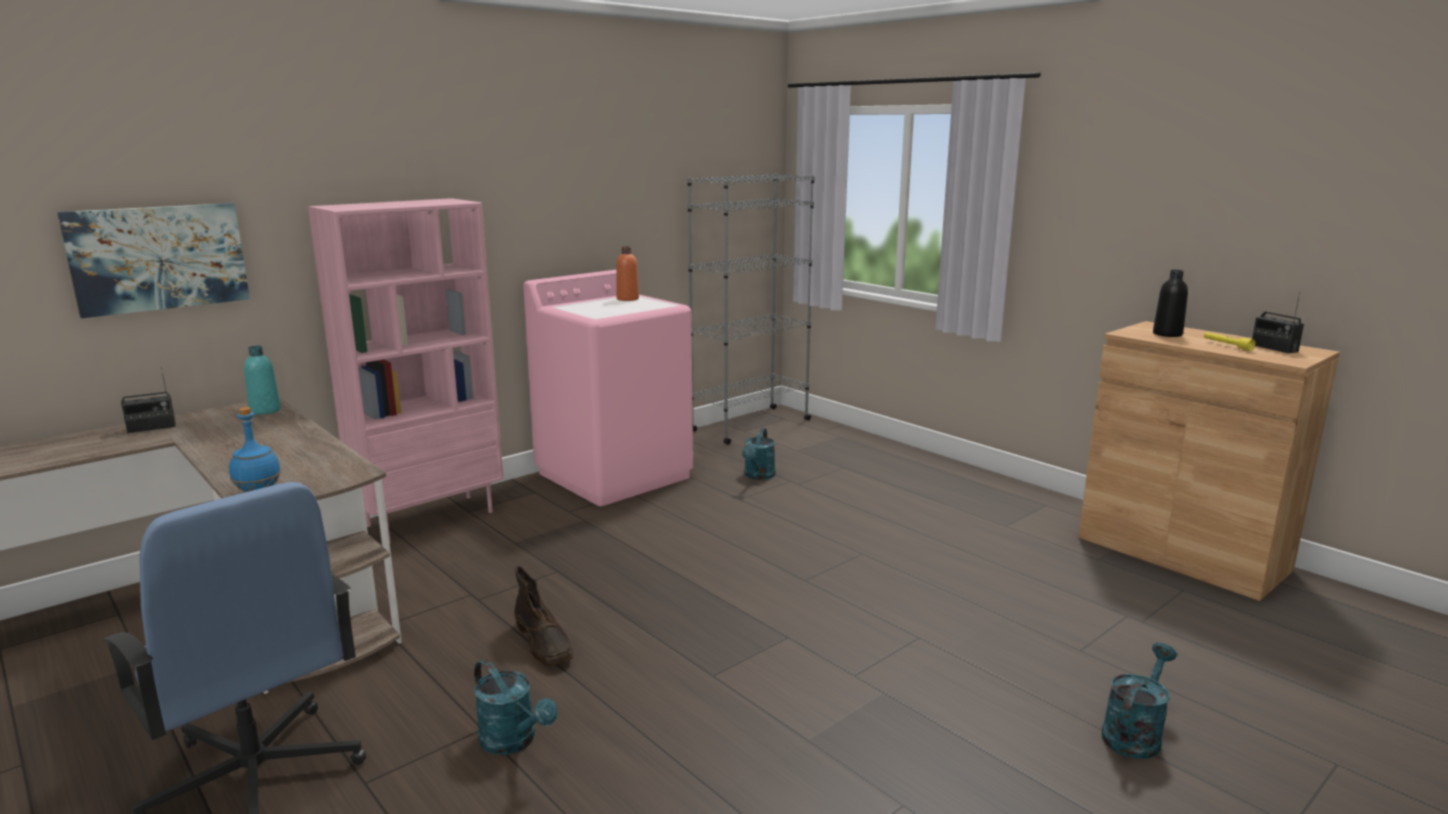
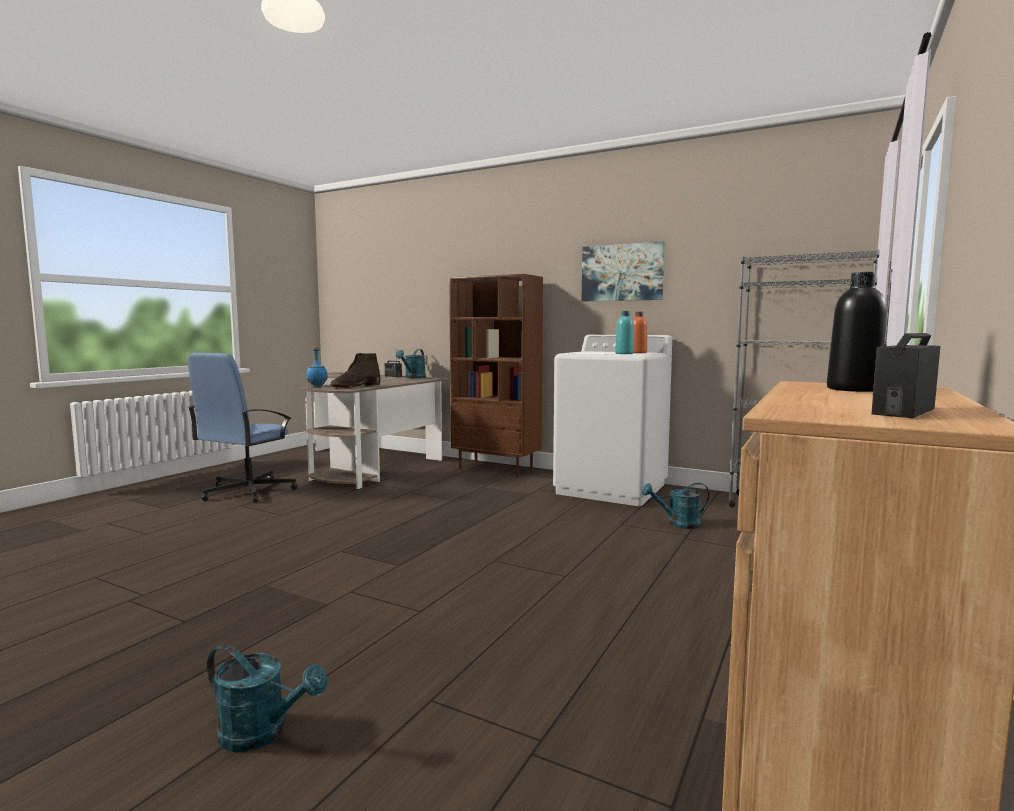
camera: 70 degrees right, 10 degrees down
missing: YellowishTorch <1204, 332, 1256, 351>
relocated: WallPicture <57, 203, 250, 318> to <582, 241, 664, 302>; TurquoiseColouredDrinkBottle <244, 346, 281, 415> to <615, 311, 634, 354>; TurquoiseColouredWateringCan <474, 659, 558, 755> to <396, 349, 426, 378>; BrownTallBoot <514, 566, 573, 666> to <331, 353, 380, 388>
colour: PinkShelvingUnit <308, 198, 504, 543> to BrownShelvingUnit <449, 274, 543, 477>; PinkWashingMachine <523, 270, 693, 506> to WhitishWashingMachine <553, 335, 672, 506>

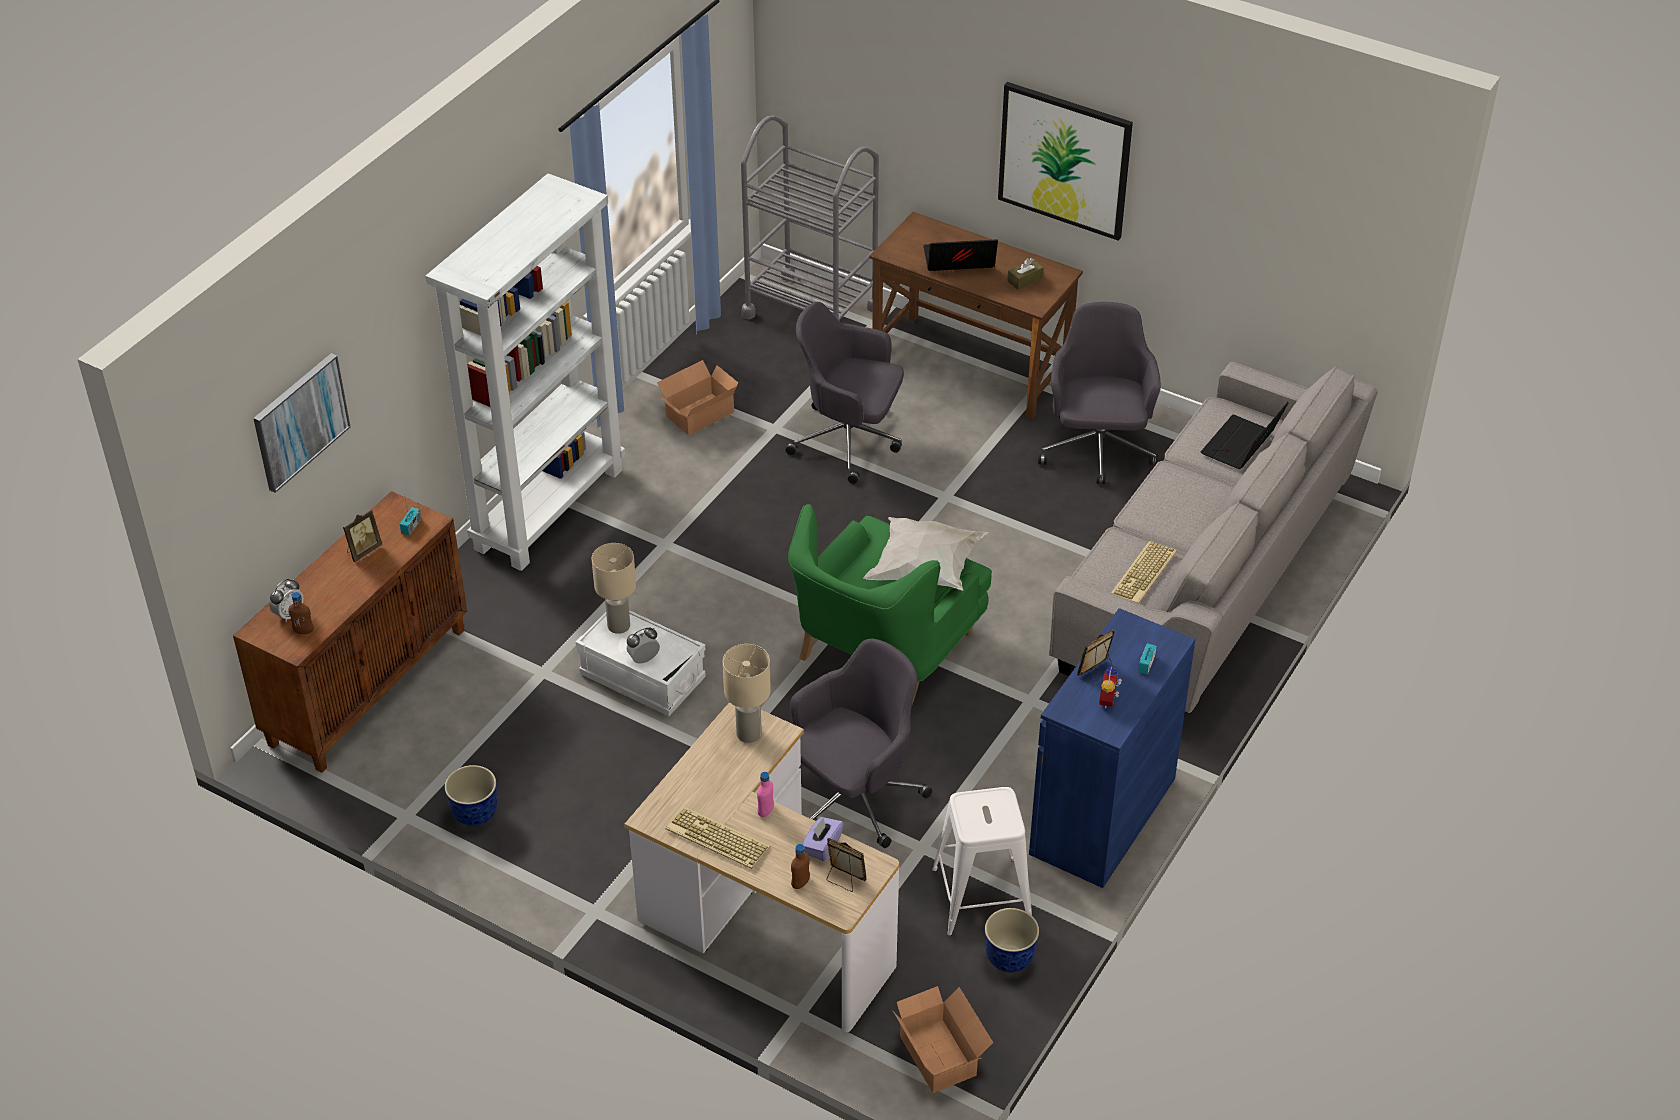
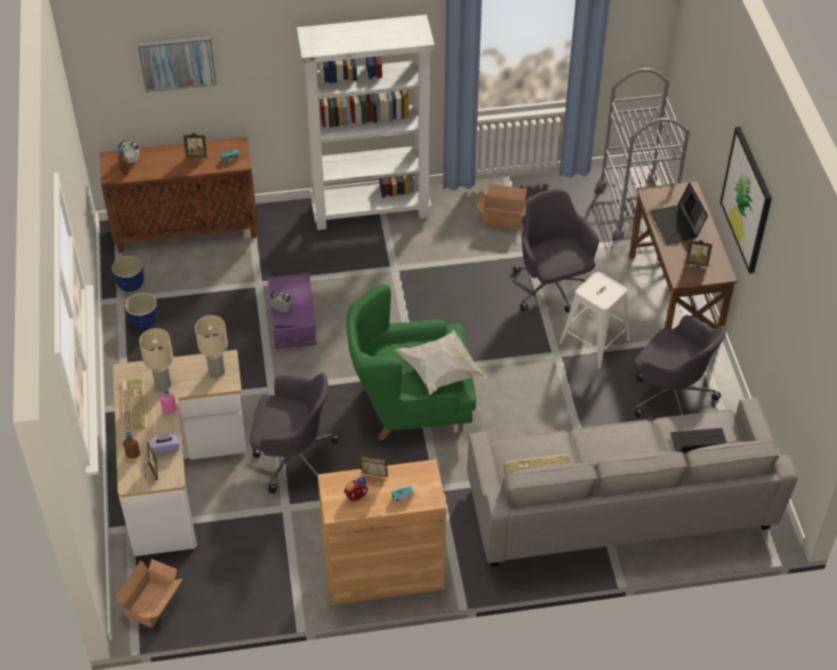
camera: 50 degrees right, 5 degrees up
relocated: BeigeTabletopLamp <592, 543, 636, 634> to <139, 328, 173, 391>; WhitishStoolSeat <932, 787, 1032, 936> to <559, 272, 630, 369>; Planter <985, 908, 1039, 972> to <112, 256, 144, 292>
exchanged: BrownTissueHolder <1007, 258, 1044, 290> to StandingFrame <685, 240, 712, 267>
colour: WhitishStorageBin <576, 610, 706, 716> to PurpleStorageBin <268, 273, 317, 349>; BlueCupboard <1029, 608, 1195, 888> to BrownCupboard <318, 459, 446, 605>
spun: NotebookComputer <923, 239, 998, 271> = <650, 183, 708, 244> 150 degrees counterclockwise; GreyishComputerChair <1038, 302, 1161, 484> = <634, 315, 726, 418> 75 degrees clockwise

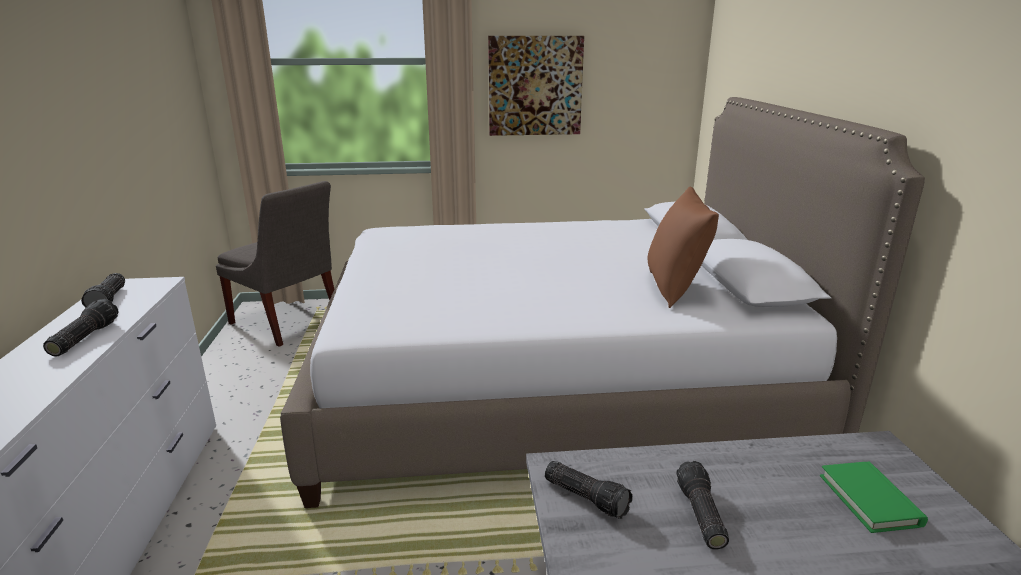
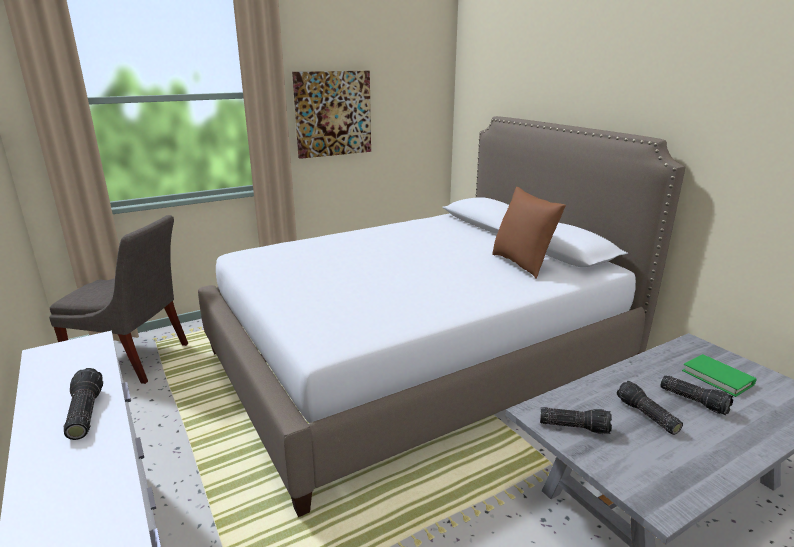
camera: 25 degrees left, 0 degrees up
relocated: Torch <81, 273, 125, 308> to <660, 375, 733, 415>

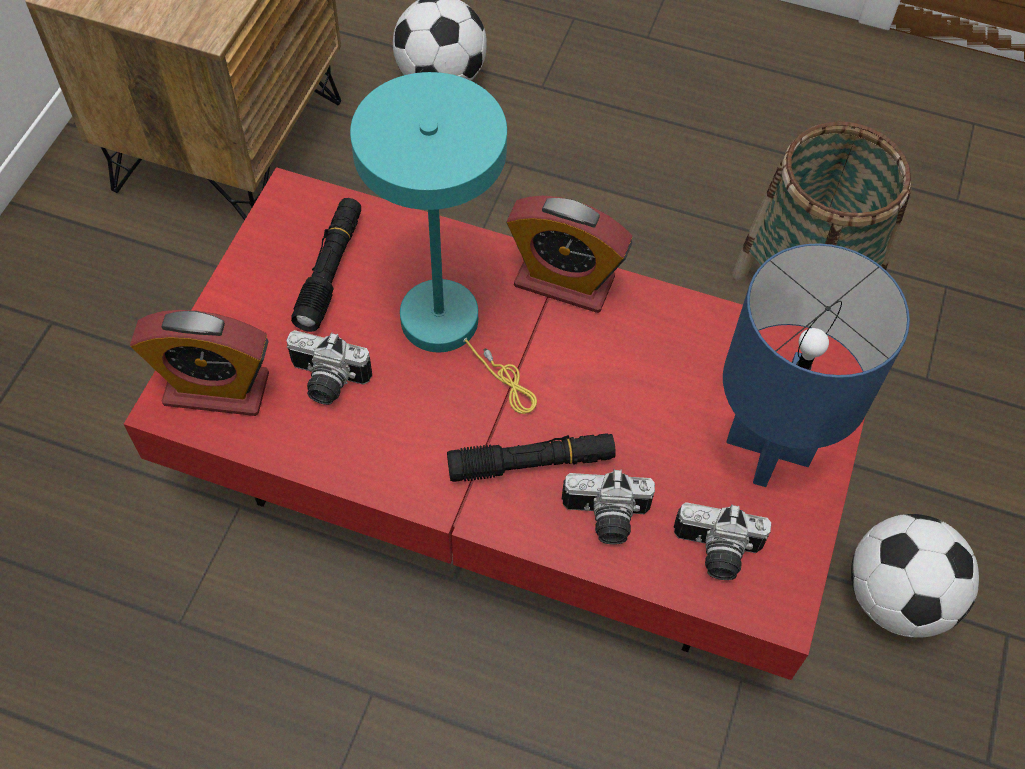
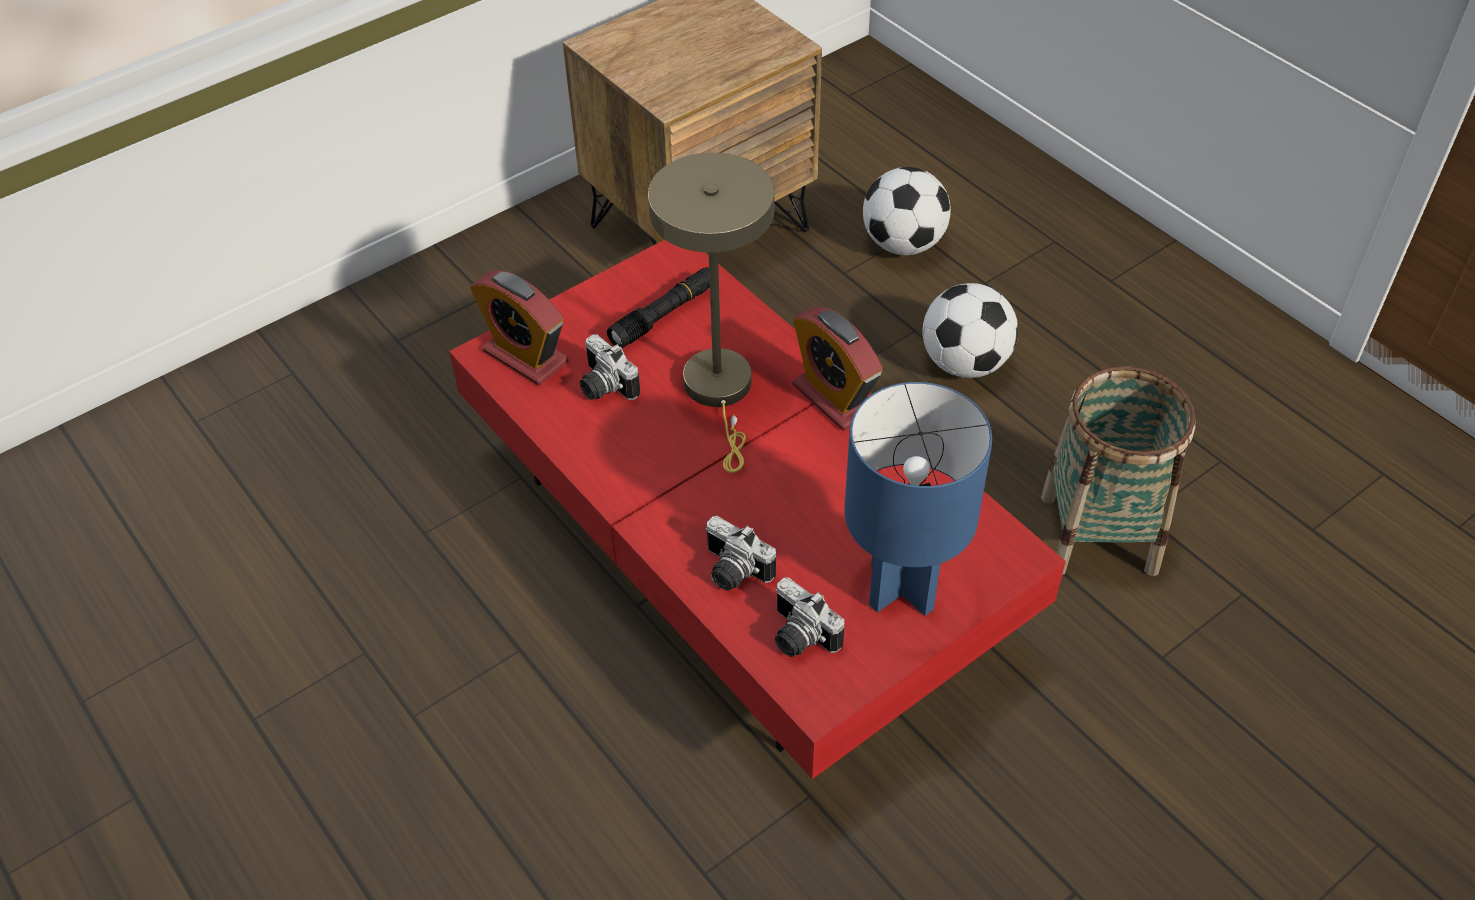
camera: 35 degrees right, 10 degrees down
missing: BlackishTorch <447, 433, 615, 482>
relocated: BallForFootball <851, 514, 979, 638> to <922, 283, 1018, 378>
colour: TurquoiseColouredTabletopLamp <350, 72, 537, 414> to BeigeTabletopLamp <648, 152, 775, 473>

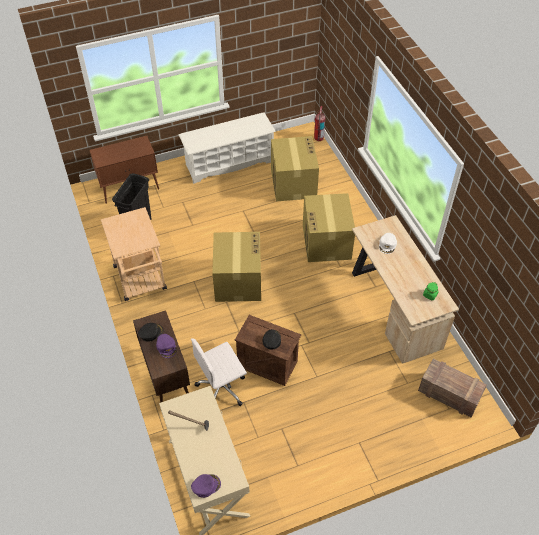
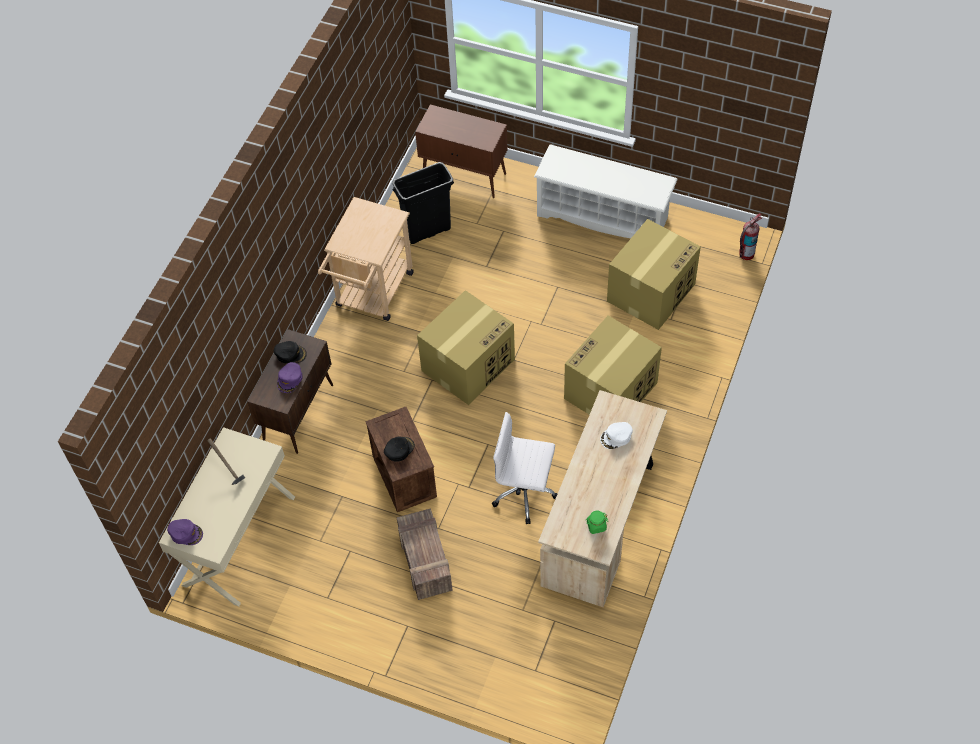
camera: 45 degrees right, 5 degrees up
relocated: WhitishComputerChair <191, 338, 247, 406> to <492, 412, 558, 524>; Crate <418, 358, 487, 417> to <397, 508, 453, 600>

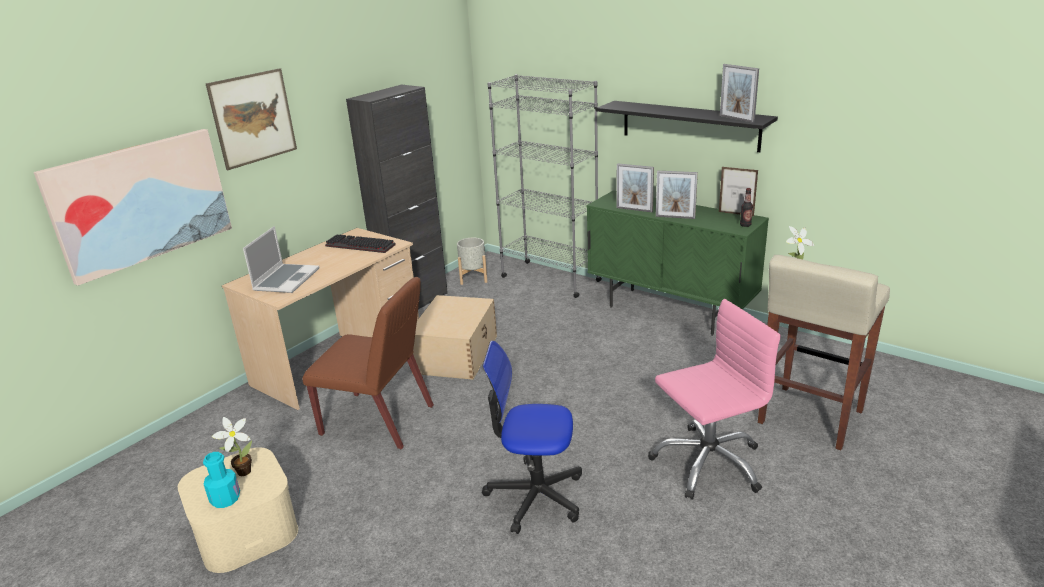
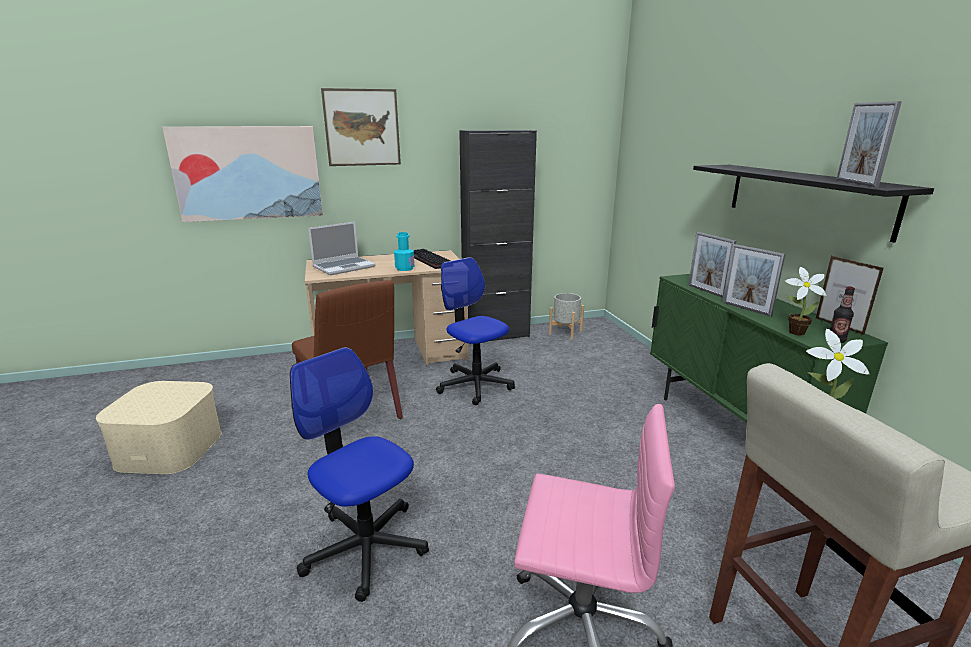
camera: 35 degrees right, 5 degrees down
missing: GreyishShelvingUnit <488, 74, 602, 298>
relocated: TurquoiseColouredDrinkBottle <203, 452, 240, 508> to <394, 232, 414, 271>; Houseplant <212, 417, 252, 476> to <785, 267, 827, 336>
exchanged: BeigeStorageBin <412, 295, 497, 380> to ComputerChair <436, 257, 515, 405>

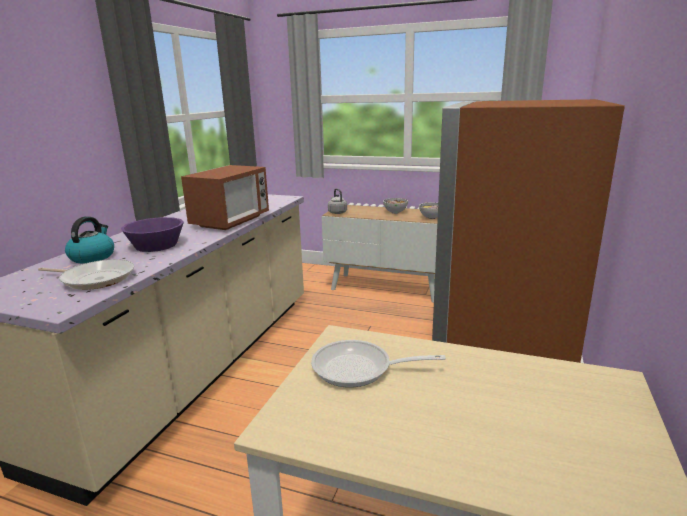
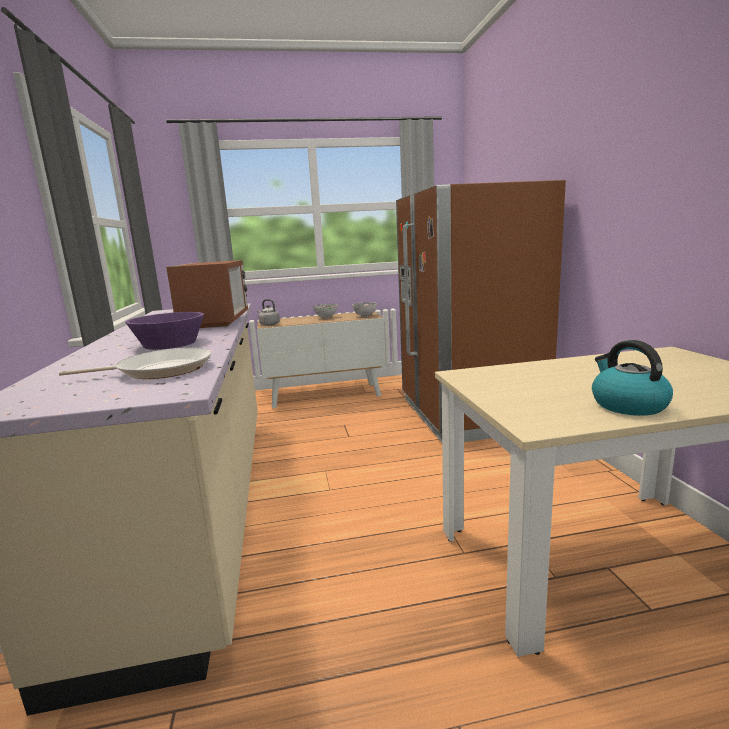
camera: 30 degrees left, 5 degrees down
missing: FryingPan <311, 340, 446, 388>
relocated: WaterKettle <65, 217, 114, 263> to <592, 340, 673, 416>

